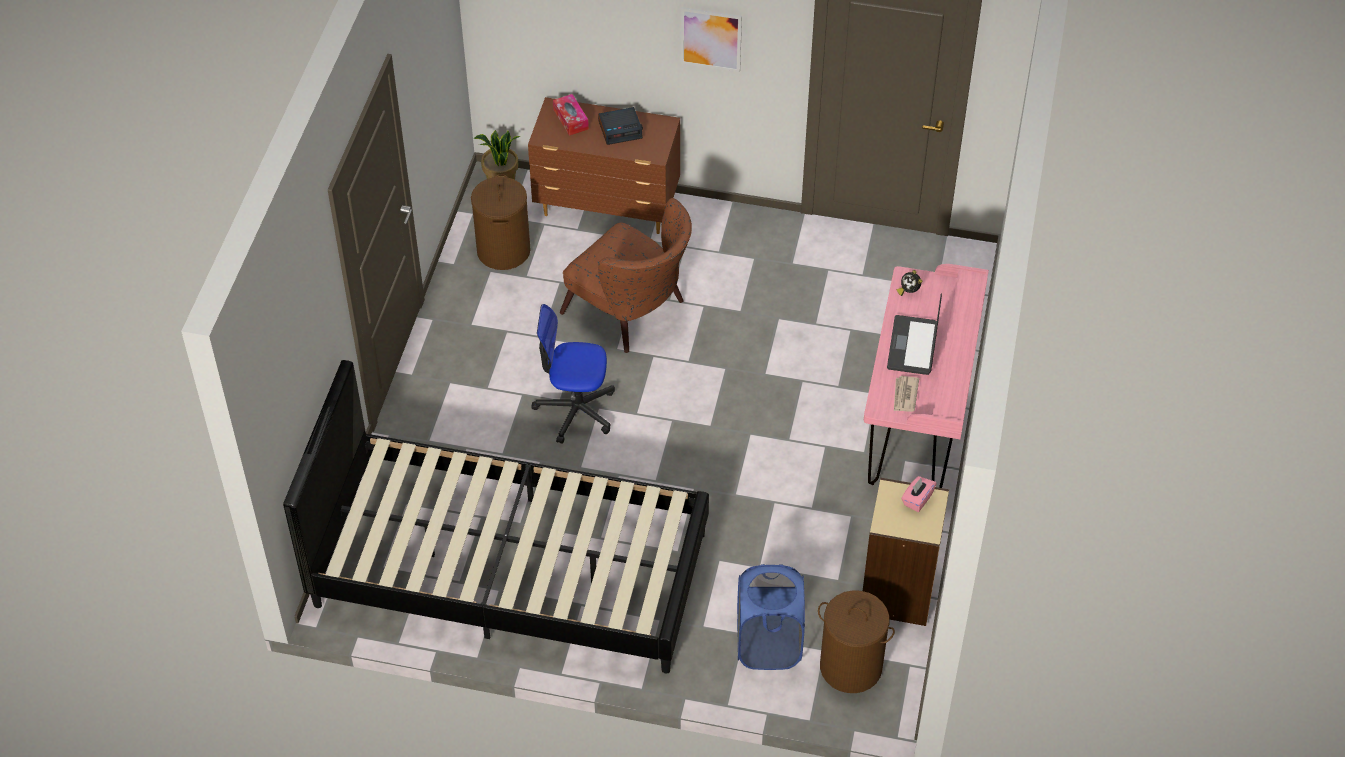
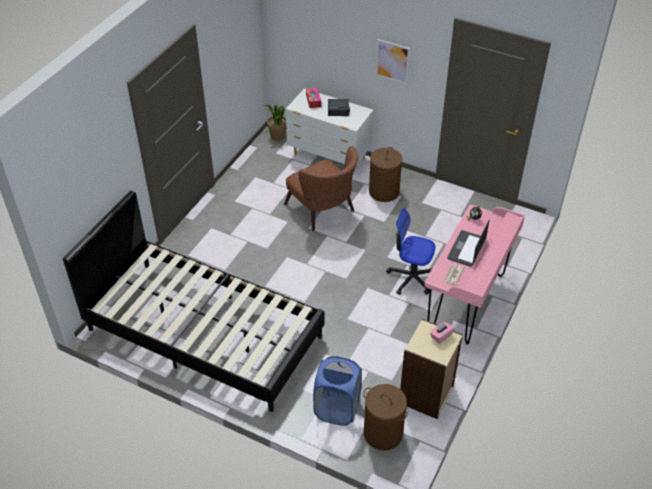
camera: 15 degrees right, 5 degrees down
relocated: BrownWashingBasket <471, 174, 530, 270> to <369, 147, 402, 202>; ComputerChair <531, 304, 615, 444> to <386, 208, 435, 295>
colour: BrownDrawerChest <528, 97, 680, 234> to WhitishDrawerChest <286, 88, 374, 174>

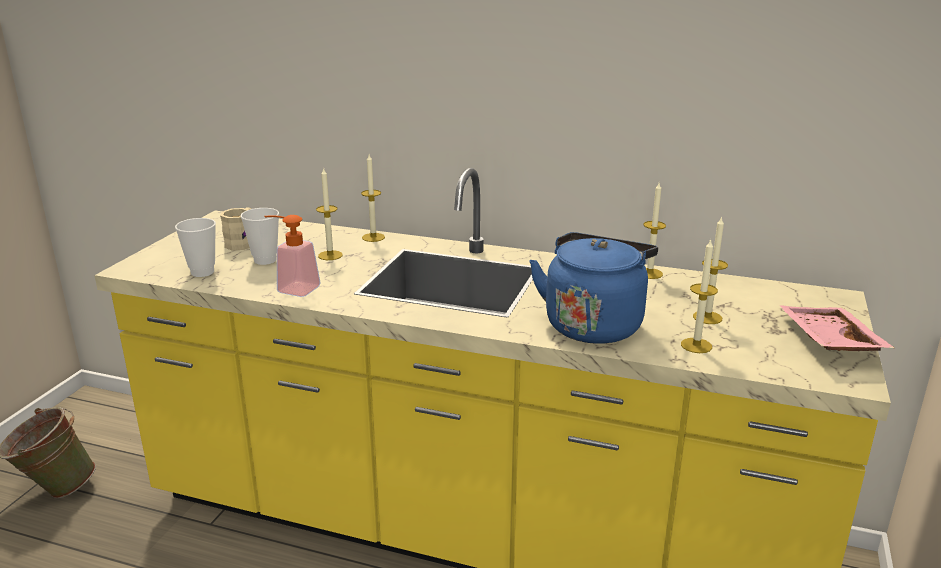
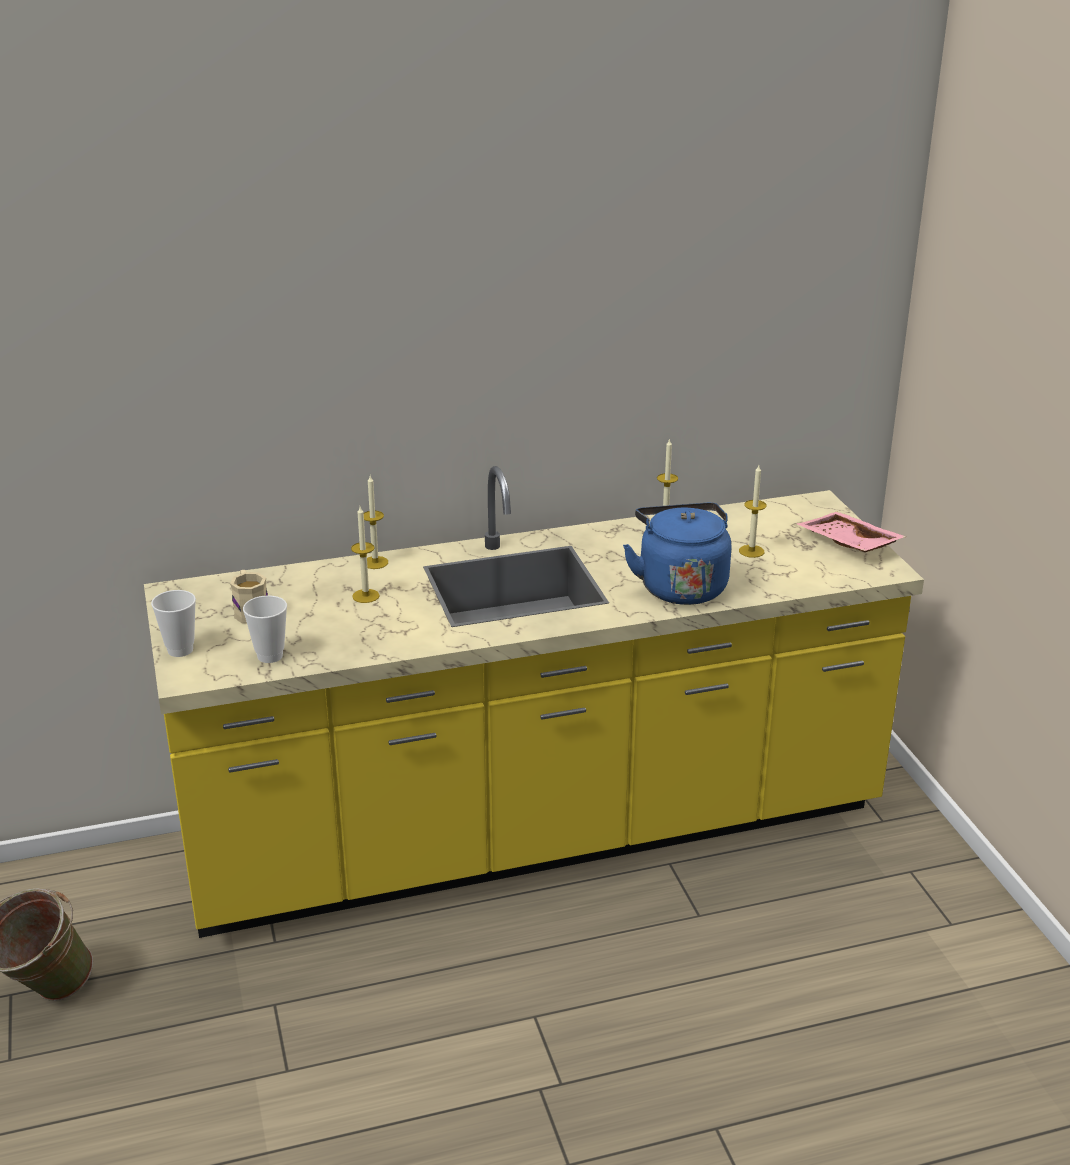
camera: 35 degrees left, 5 degrees up
missing: SoapBottle <264, 215, 321, 297>; WaxLight <681, 238, 718, 353>
relocated: Cup <241, 208, 279, 265> to <151, 590, 196, 657>

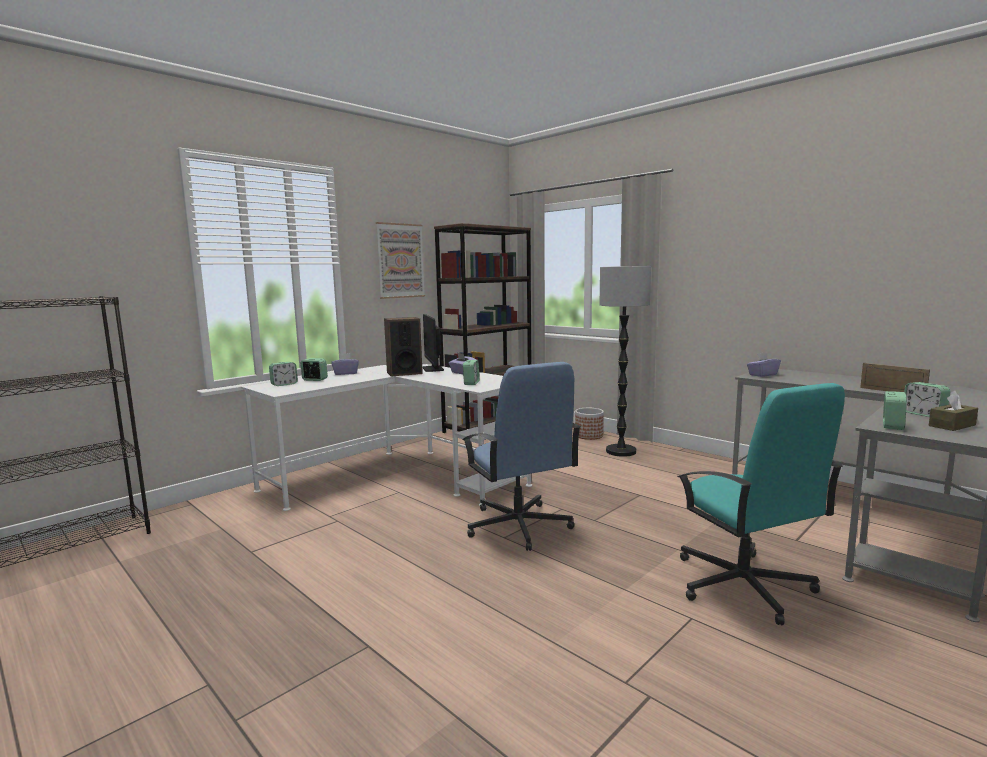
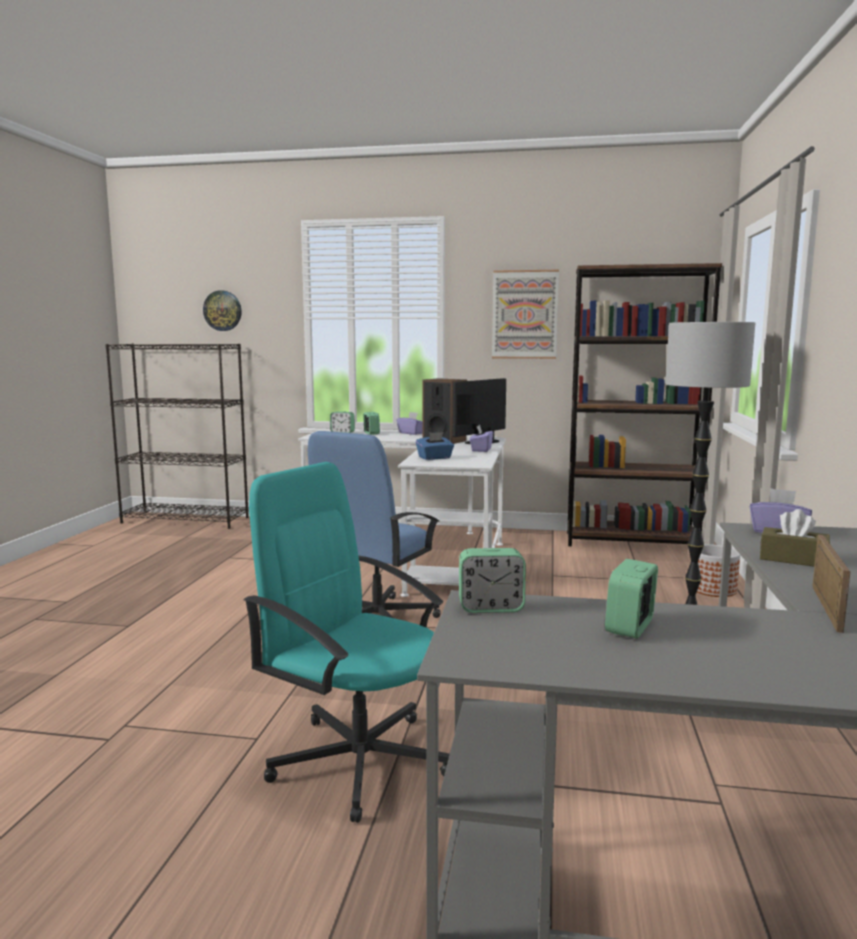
camera: 55 degrees right, 0 degrees up
appeared: ClockOnTheWall <203, 290, 242, 331>
relocated: BrownTissueHolder <929, 391, 978, 431> to <760, 509, 830, 567>
exchanged: TableClock <463, 360, 480, 385> to BlueTissueHolder <416, 432, 454, 460>
spun: TurquoiseColouredComputerChair <677, 383, 845, 625> = <243, 462, 450, 823> 90 degrees clockwise

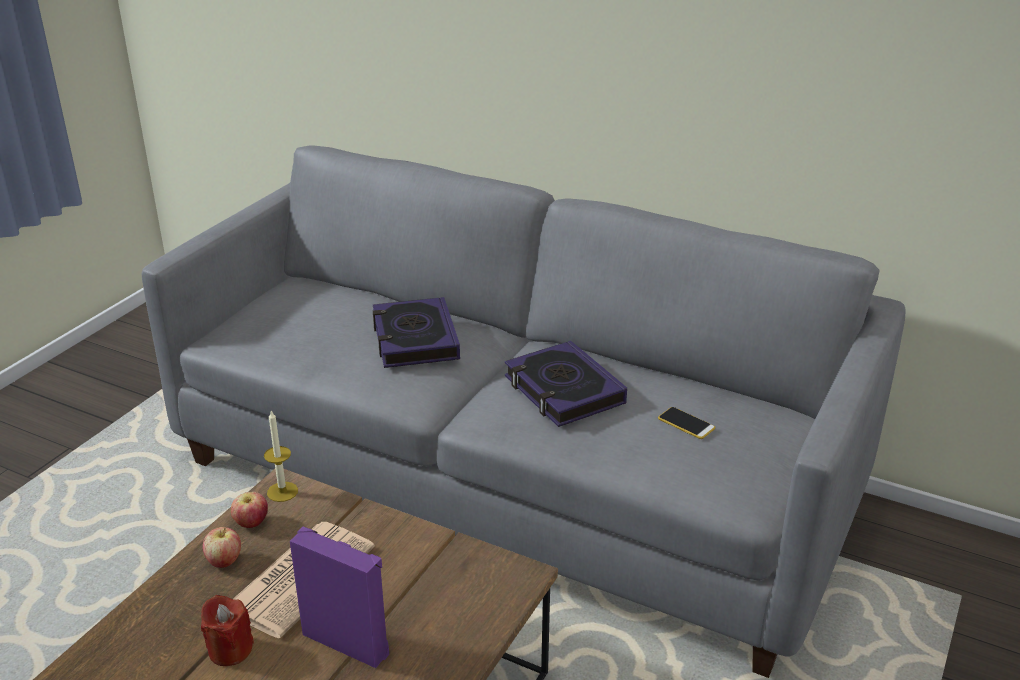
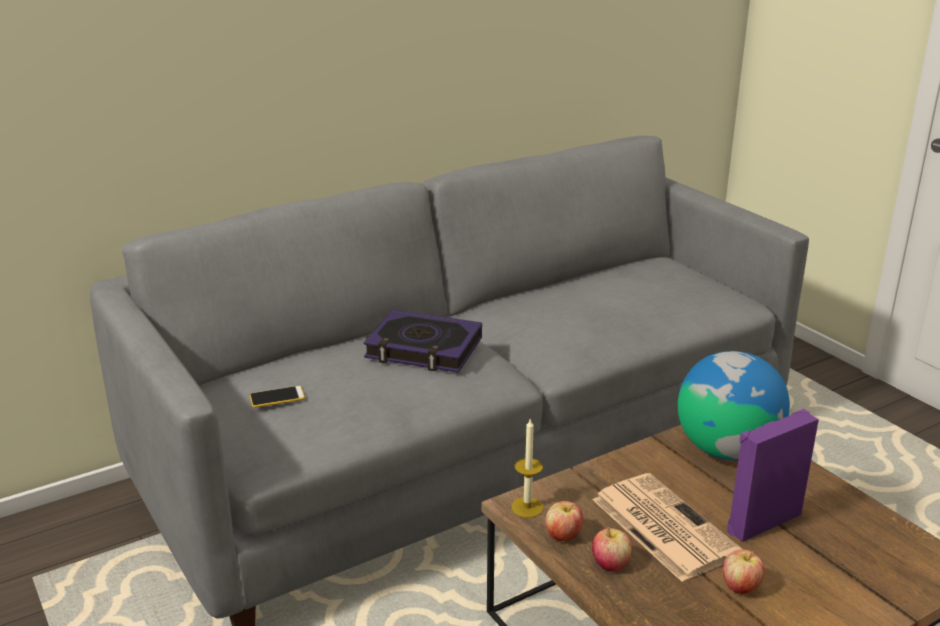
camera: 60 degrees left, 5 degrees down
missing: Volume <505, 341, 627, 427>
appeared: DeskGlobe <678, 351, 790, 460>
relocated: Handset <658, 407, 715, 439> to <249, 386, 305, 408>
exchanged: RedWaxLight <201, 595, 254, 666> to Apple <723, 550, 765, 594>

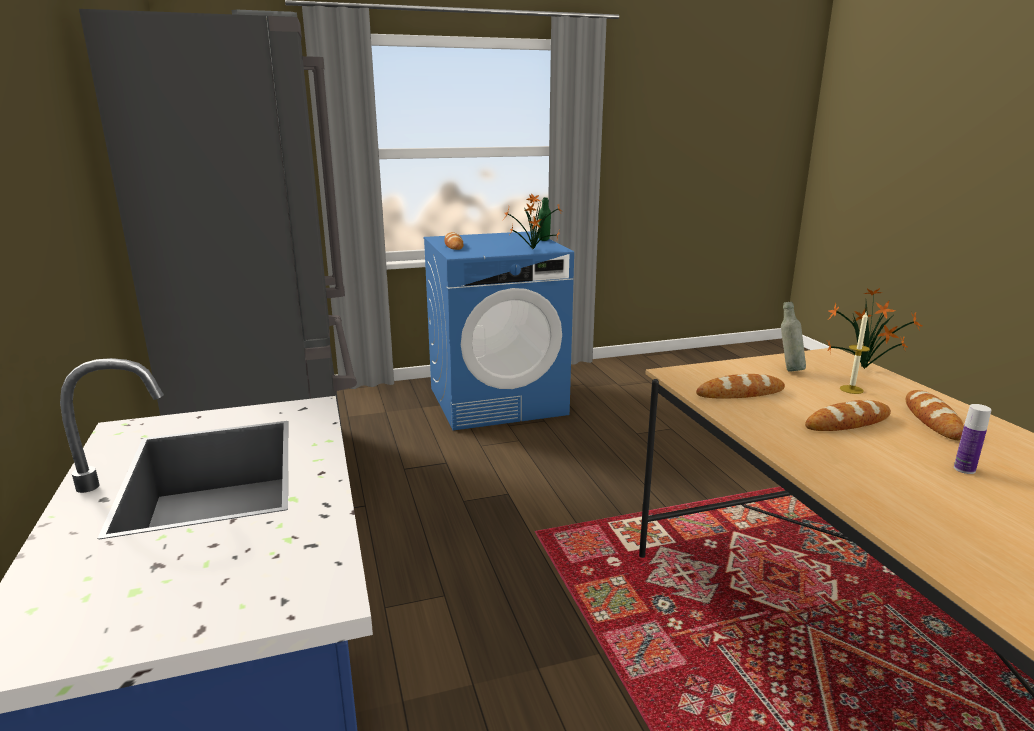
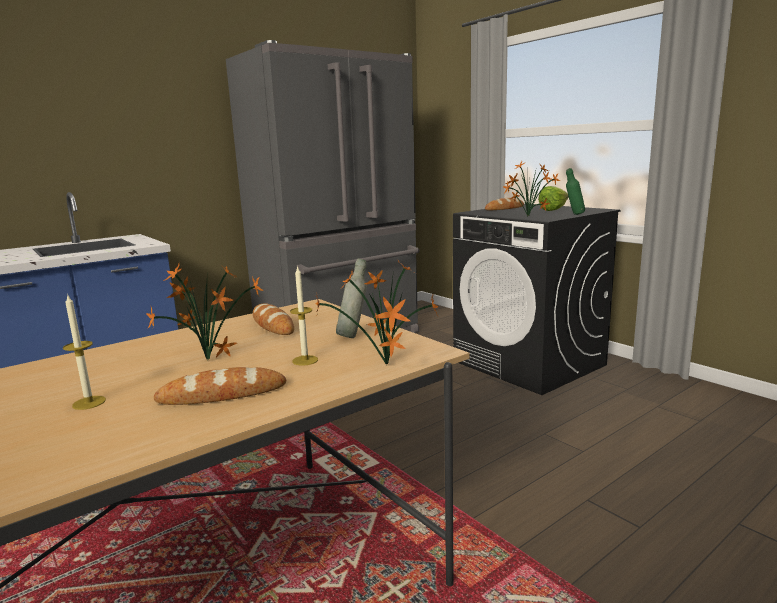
camera: 70 degrees right, 5 degrees down
appeared: Lettuce <538, 186, 569, 211>
exchanged: BakeryBread <805, 400, 891, 431> to Houseplant <146, 264, 264, 360>; DrinkBottle <954, 404, 992, 474> to WaxLight <63, 296, 106, 410>
colour: BlueWashingMachine <423, 231, 574, 430> to BlackishWashingMachine <453, 204, 621, 395>

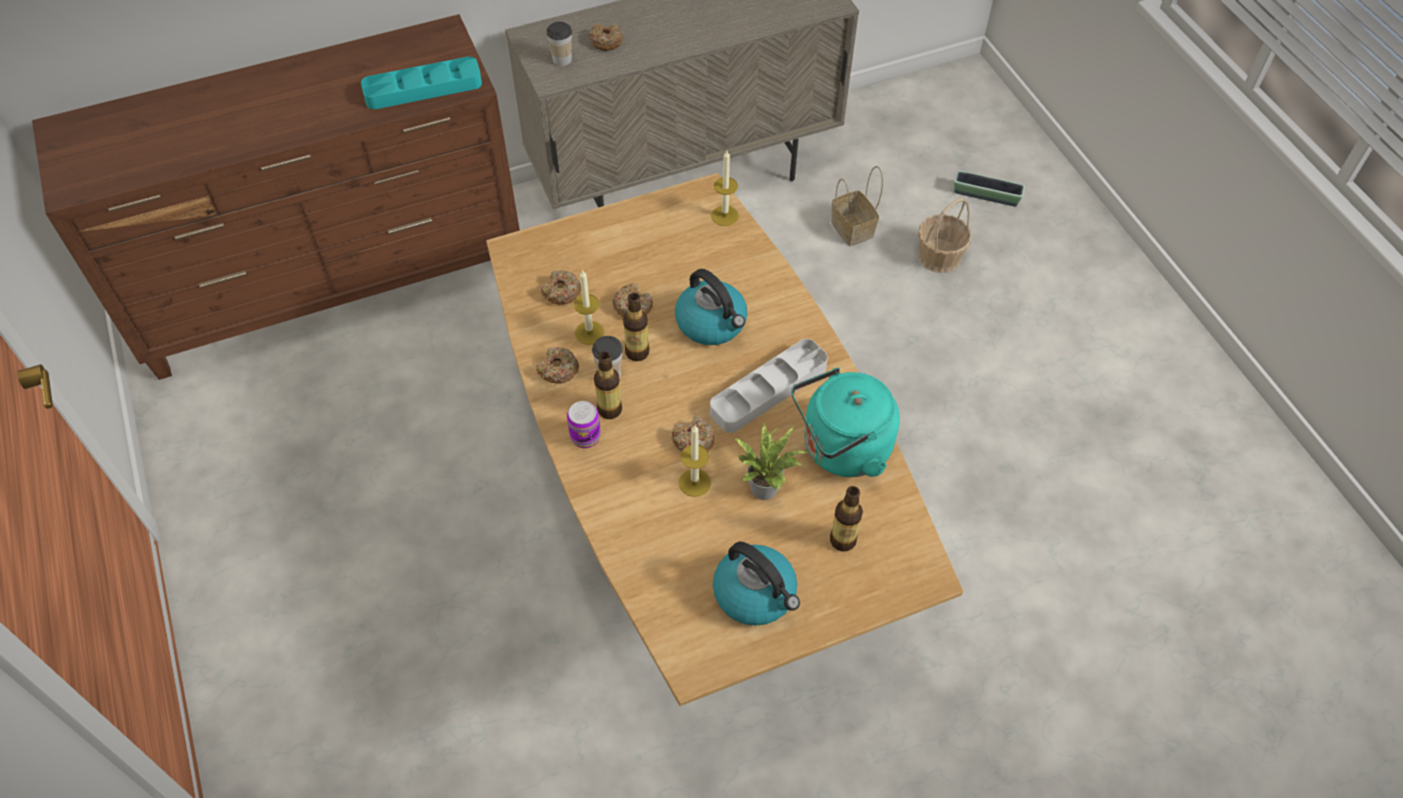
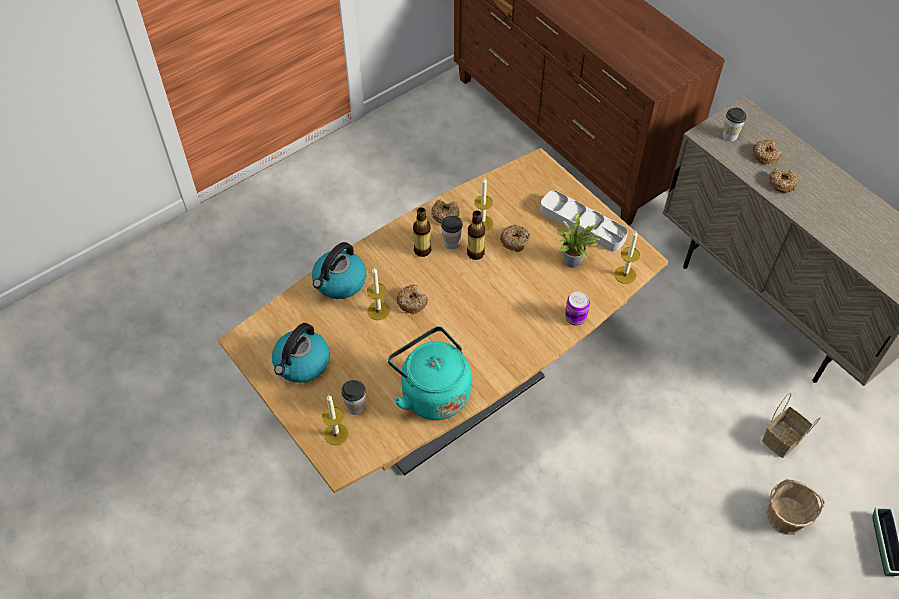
camera: 75 degrees right, 0 degrees up
missing: TurquoiseColouredServingTray <361, 57, 482, 109>
appeared: WaxLight <322, 395, 349, 445>
relocated: RingDoughnut <541, 270, 581, 305> to <769, 168, 798, 192>; MetalCan <567, 401, 601, 448> to <565, 291, 590, 326>; WaterKettle <675, 269, 747, 345> to <312, 242, 366, 299>; GreyishServingTray <710, 339, 828, 433> to <540, 190, 628, 252>; Houseplant <733, 423, 809, 500> to <556, 212, 601, 268>
exchanged: DrinkBottle <830, 486, 863, 551> to Cup <341, 380, 366, 415>

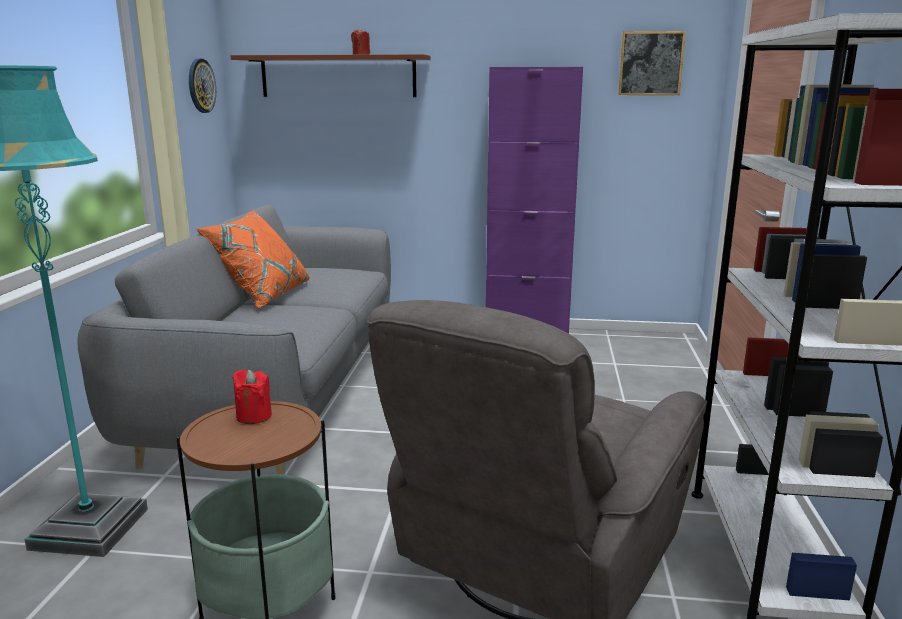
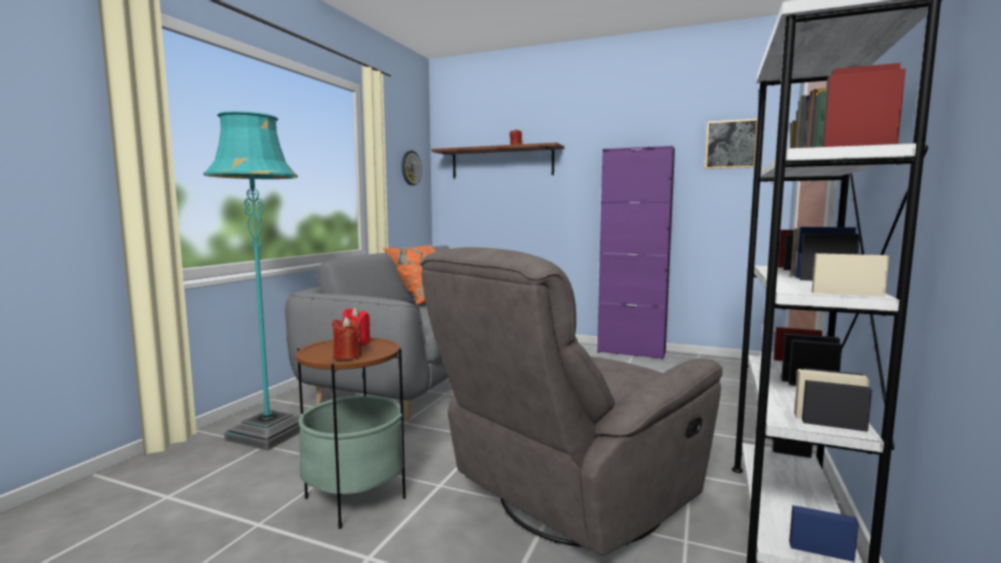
camera: 15 degrees right, 10 degrees down
appeared: RedWaxLight <332, 317, 362, 360>

